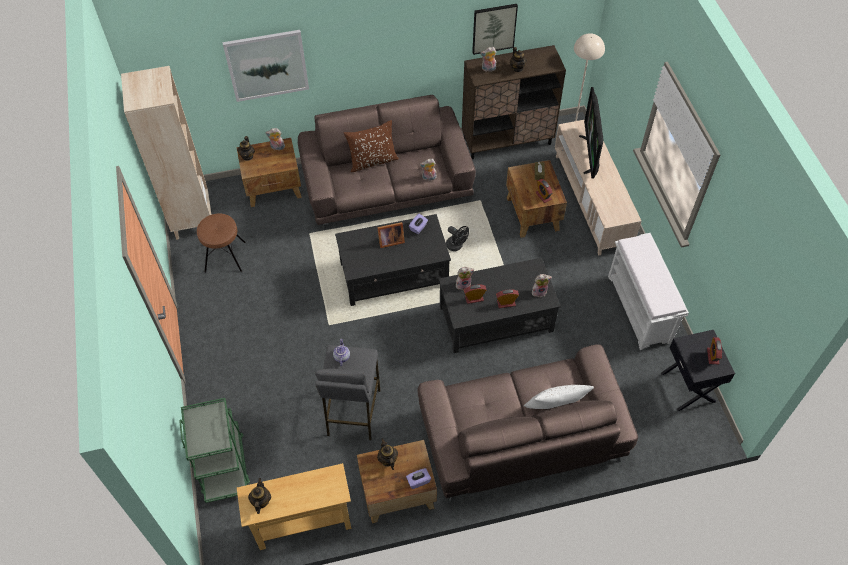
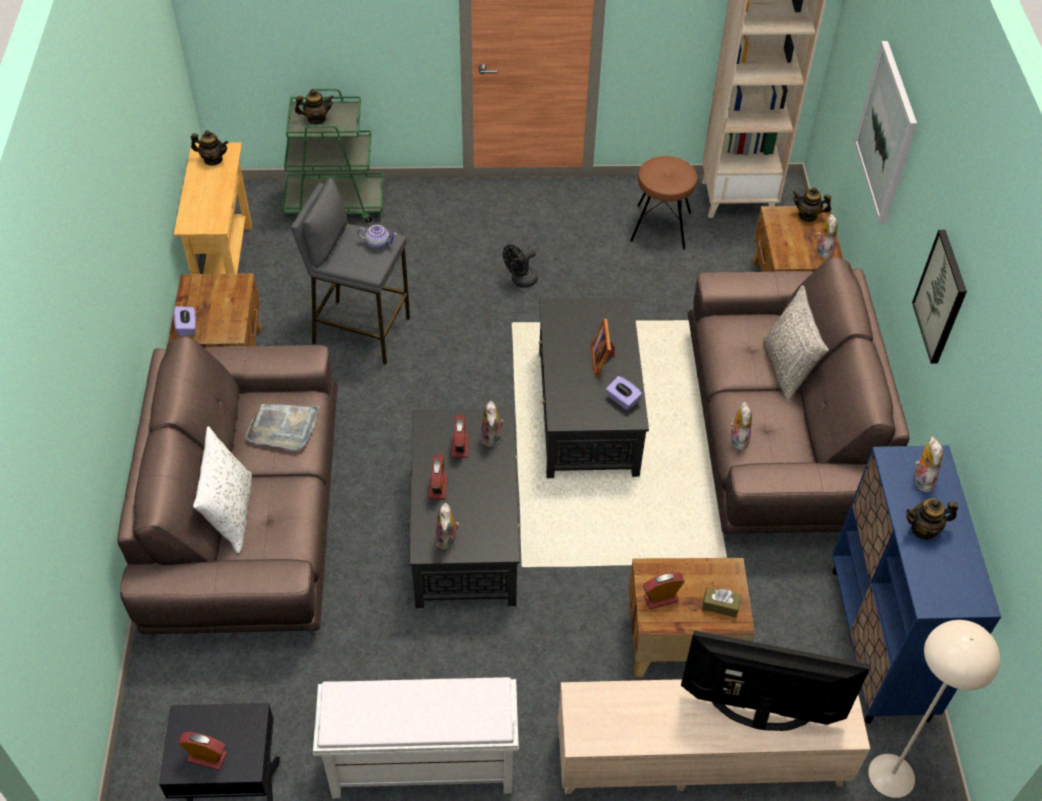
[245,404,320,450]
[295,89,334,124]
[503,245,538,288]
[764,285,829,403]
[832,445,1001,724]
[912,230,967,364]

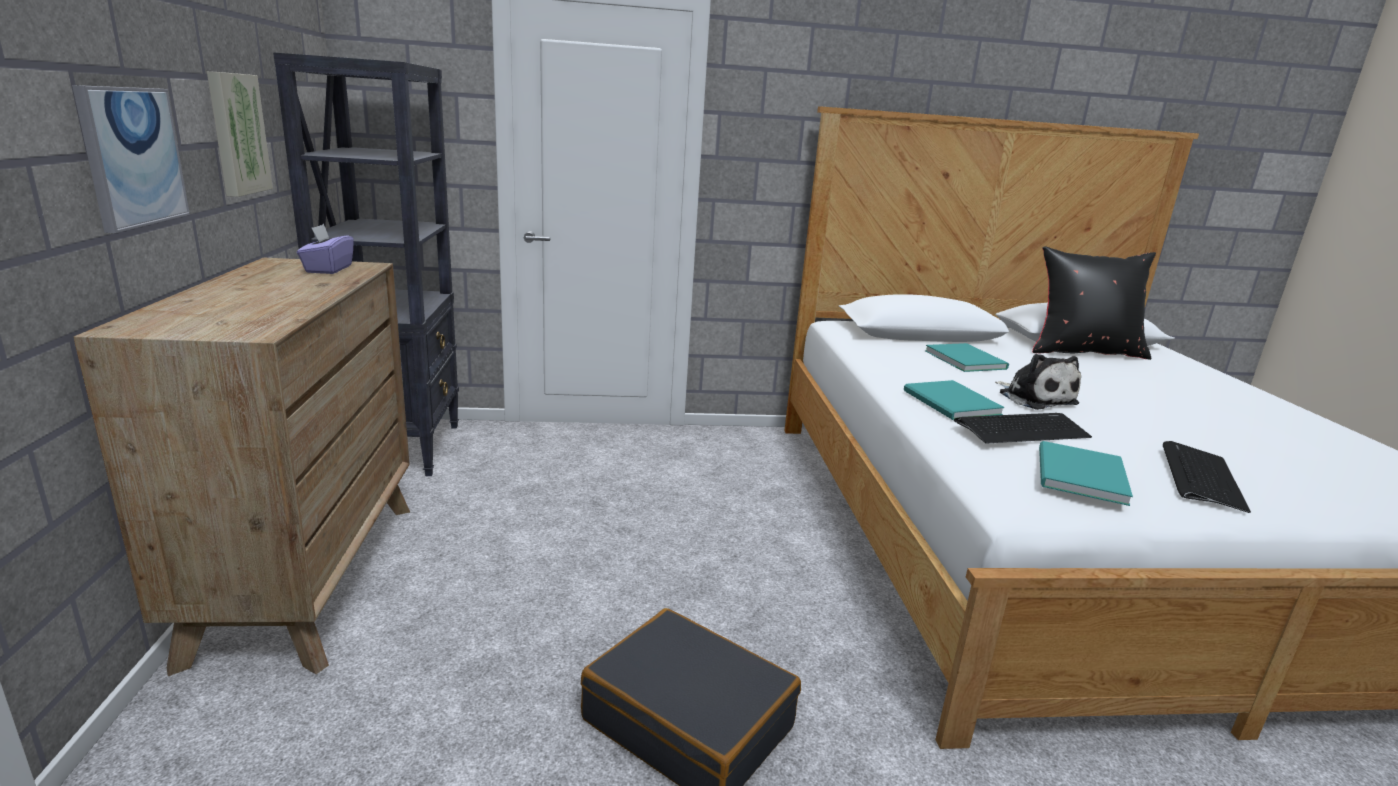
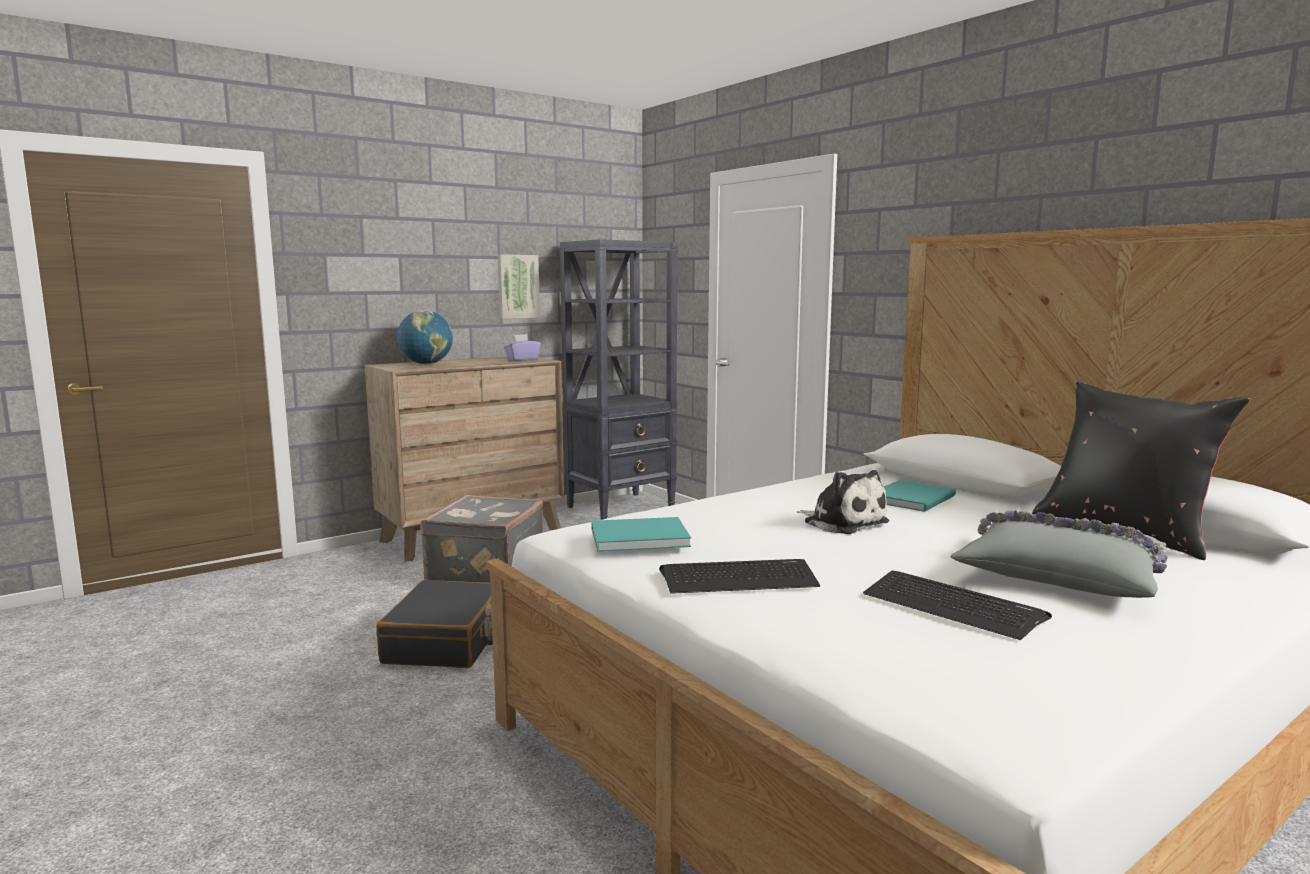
[397,310,453,364]
[420,495,543,583]
[797,470,889,534]
[863,571,1052,640]
[951,510,1168,598]
[72,85,190,233] (first image)
[904,380,1004,420] (first image)

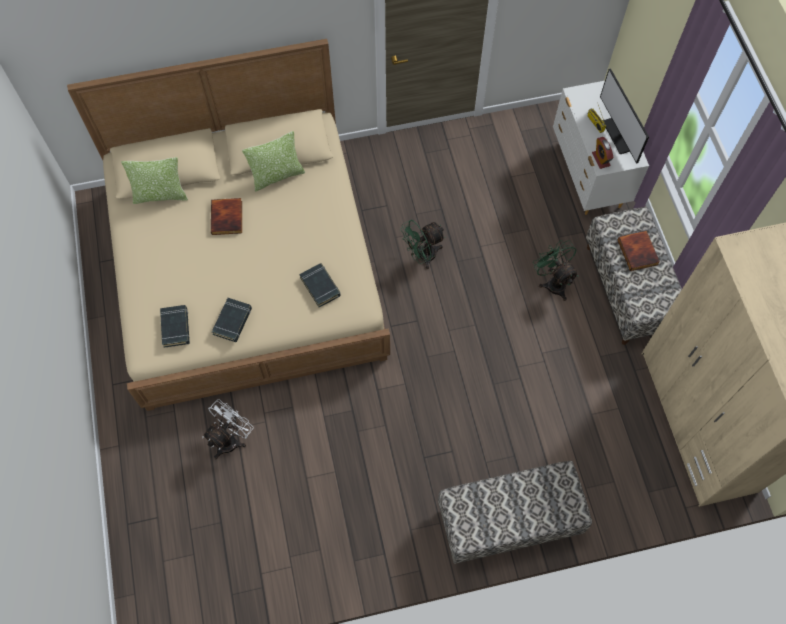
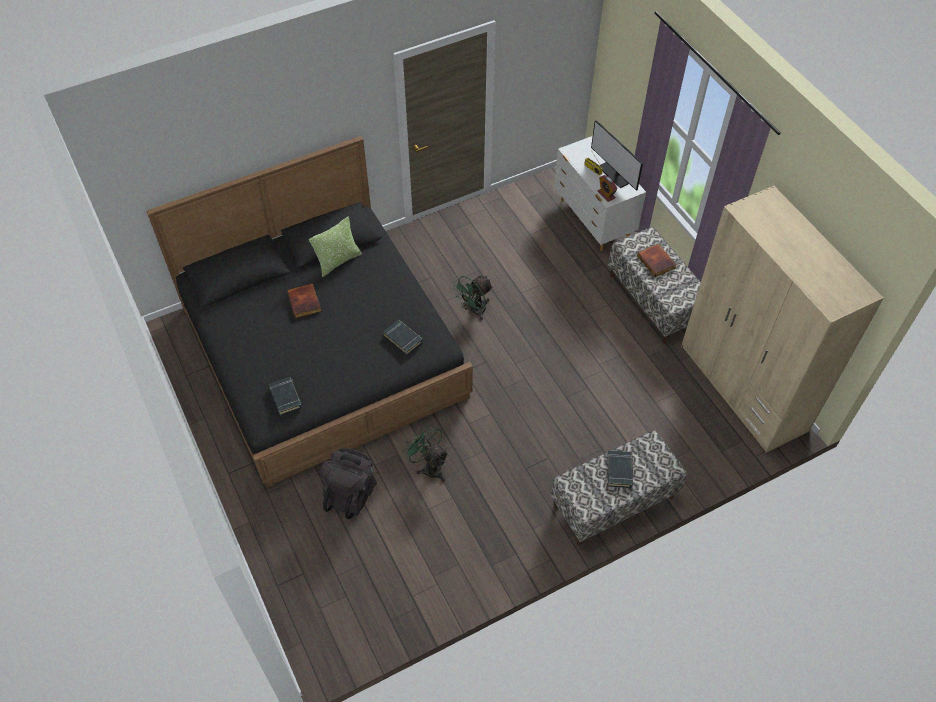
[146,136,473,488]
[320,448,377,519]
[403,423,449,482]
[608,450,633,488]
[121,157,188,204] (first image)

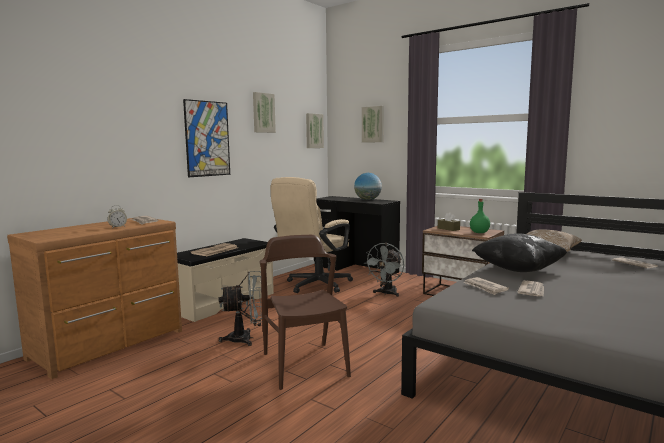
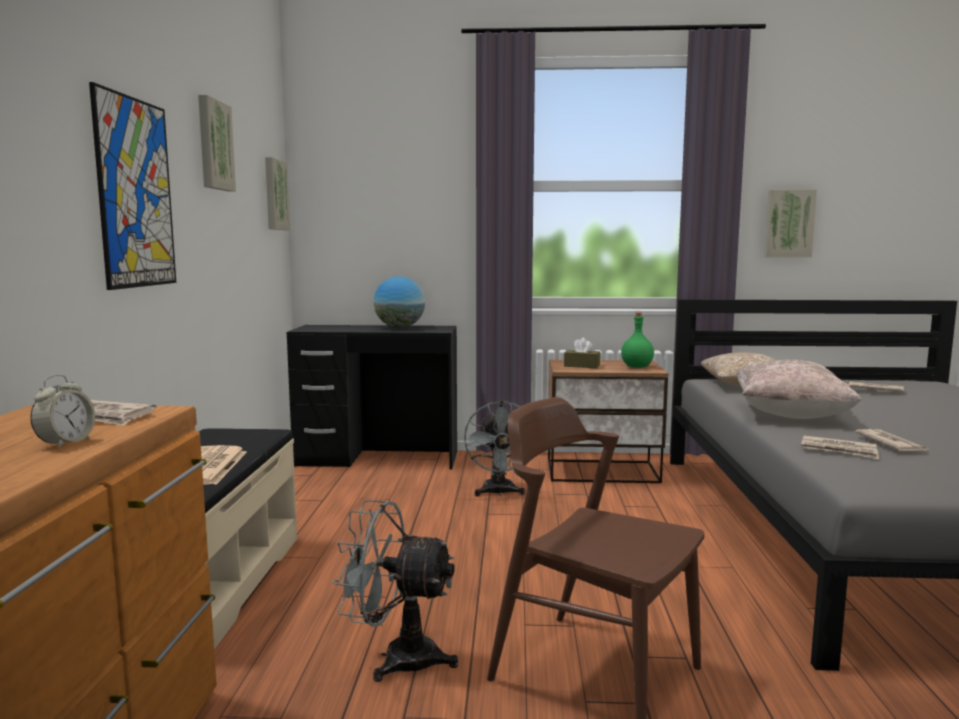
[333,500,458,682]
[736,359,862,419]
[764,189,817,257]
[270,177,353,293] (first image)

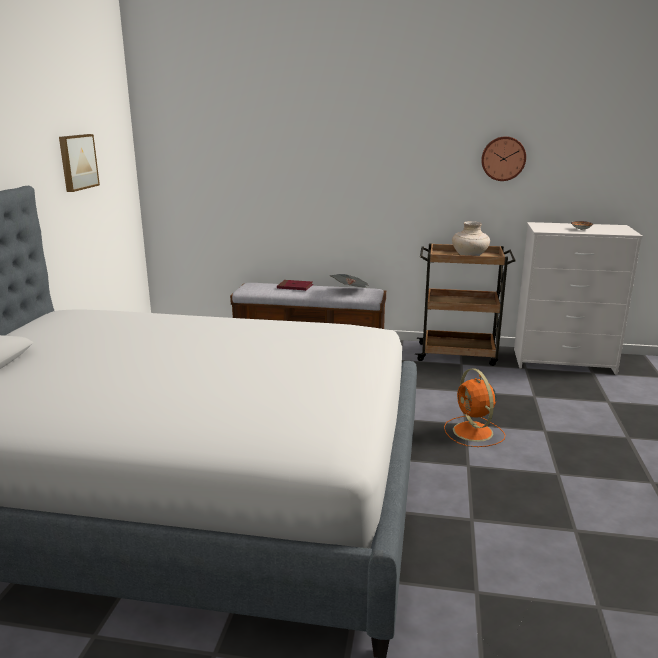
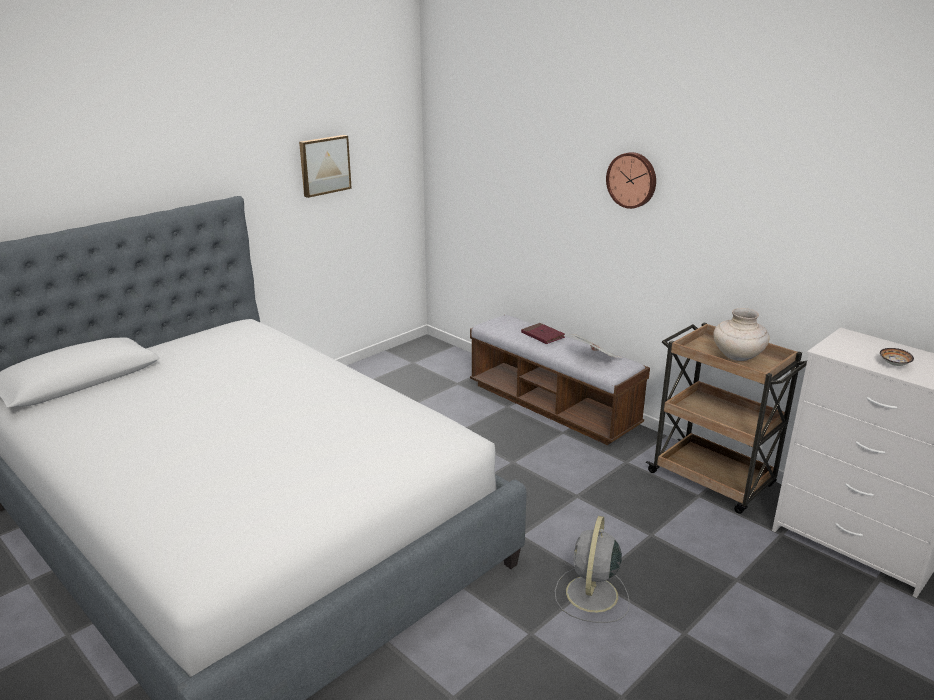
[555,516,630,623]
[606,152,656,209]

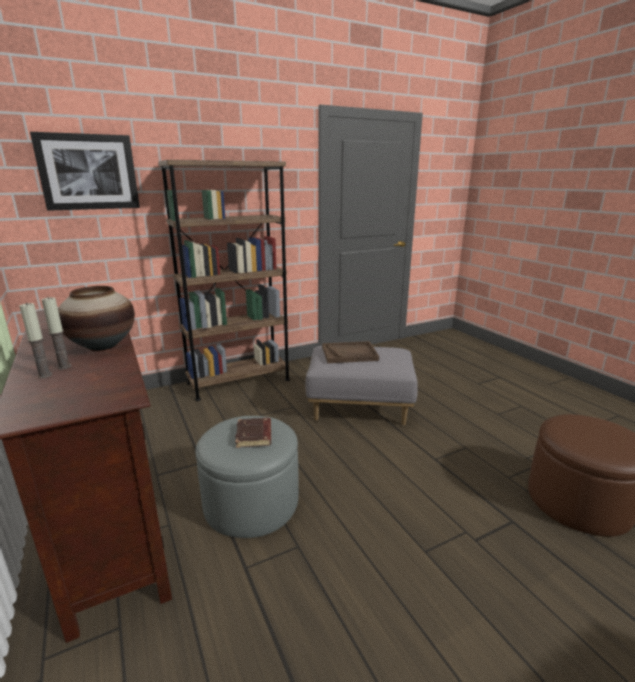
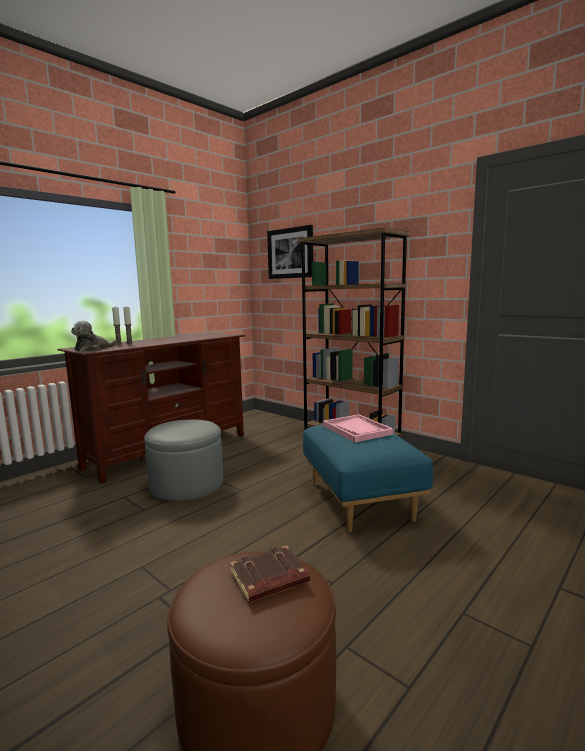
[71,320,117,352]
[230,545,310,603]
[303,425,433,532]
[323,414,394,442]
[58,286,135,351] (first image)

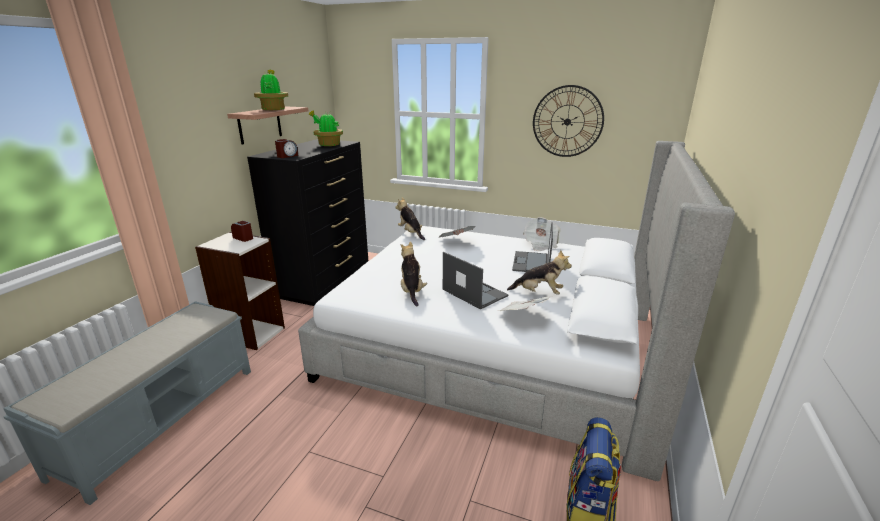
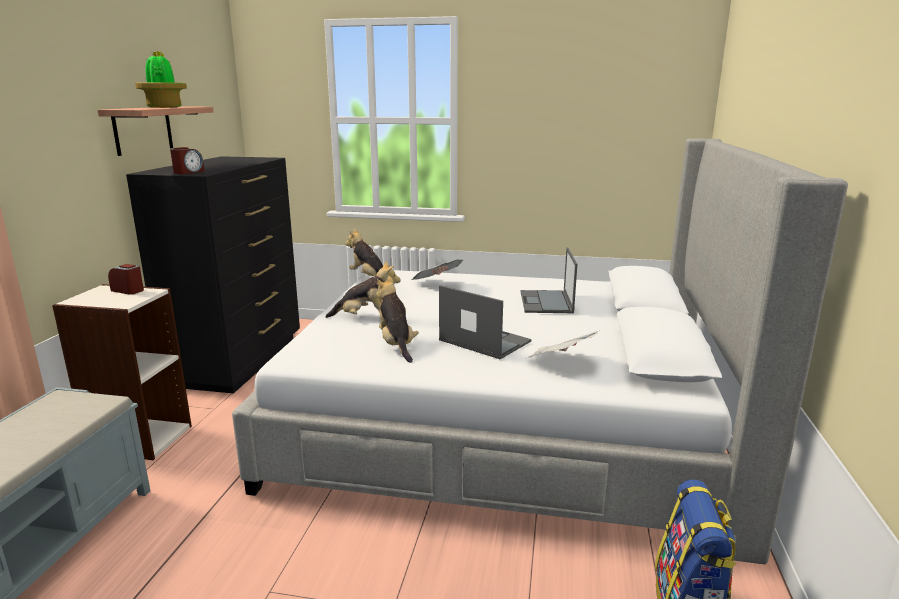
[326,260,401,318]
[308,110,343,146] (first image)
[523,217,561,251] (first image)
[533,85,604,157] (first image)

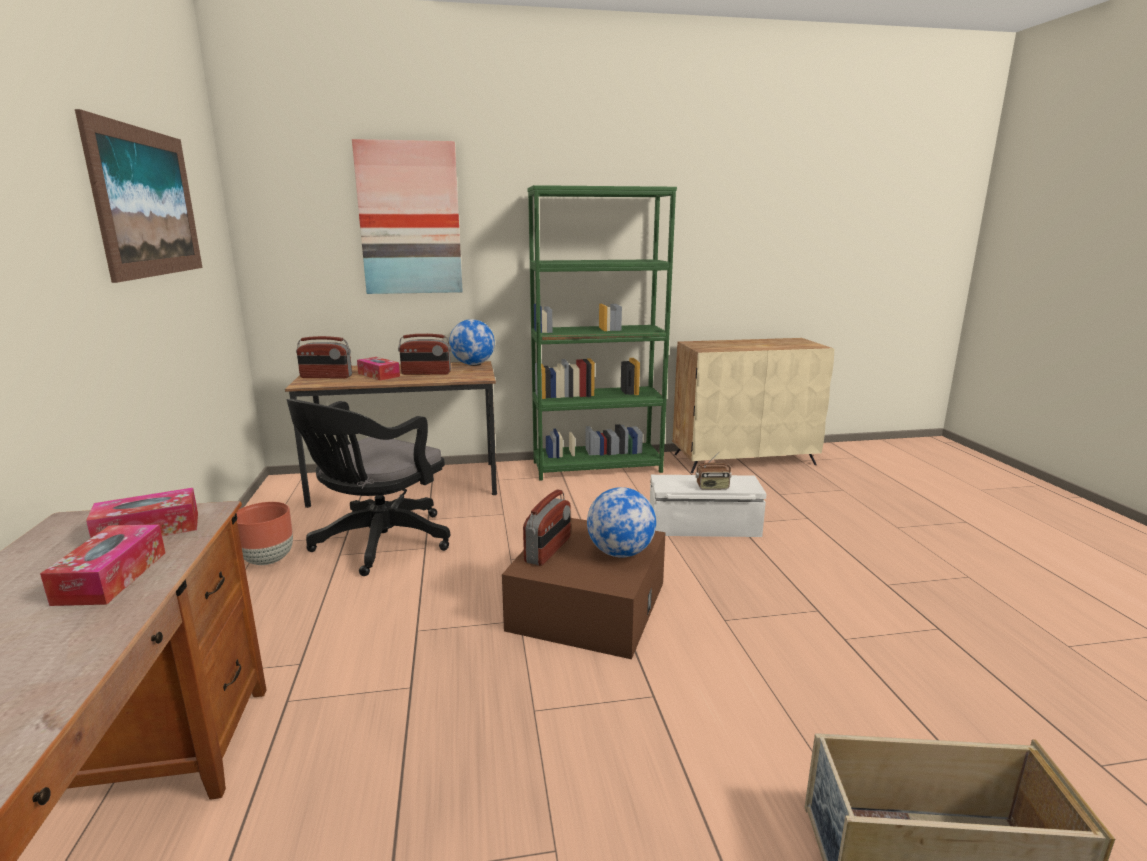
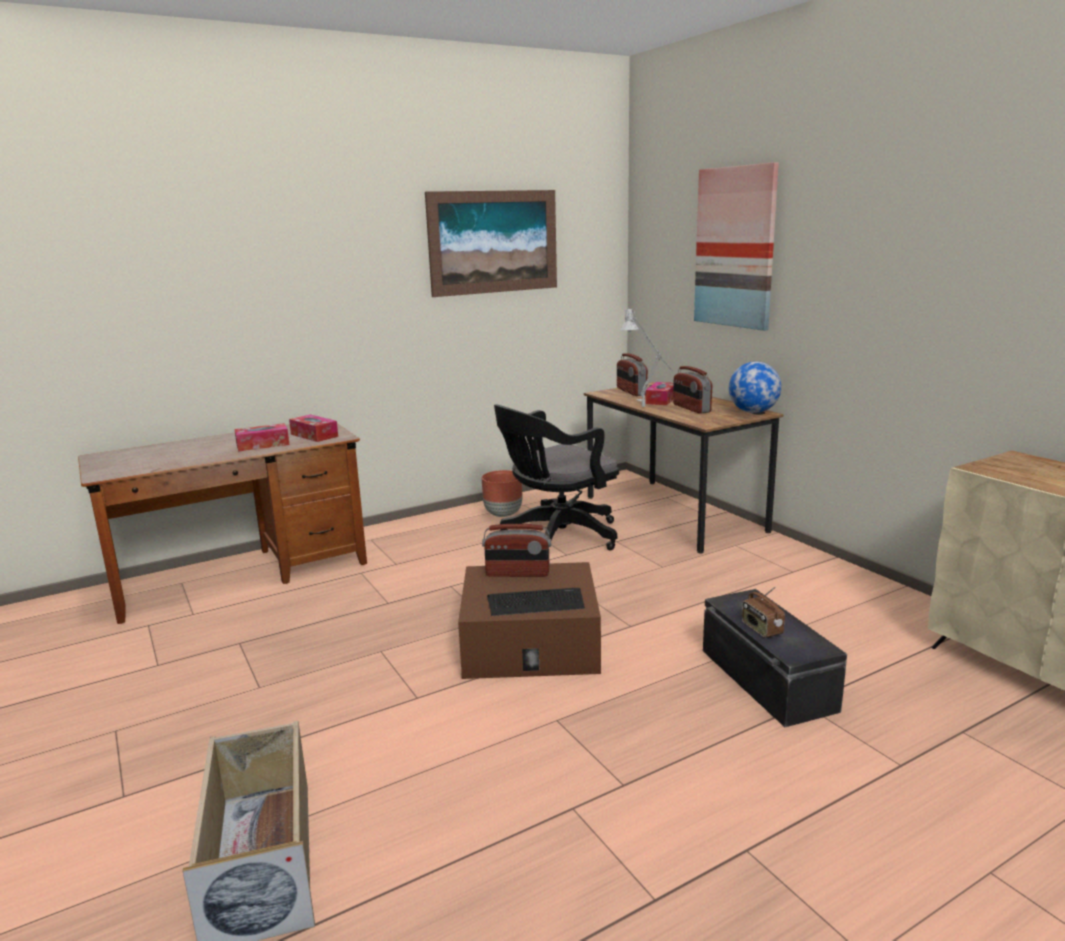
[487,588,585,616]
[494,405,619,551]
[620,307,673,407]
[703,589,847,727]
[527,185,677,481] (first image)

